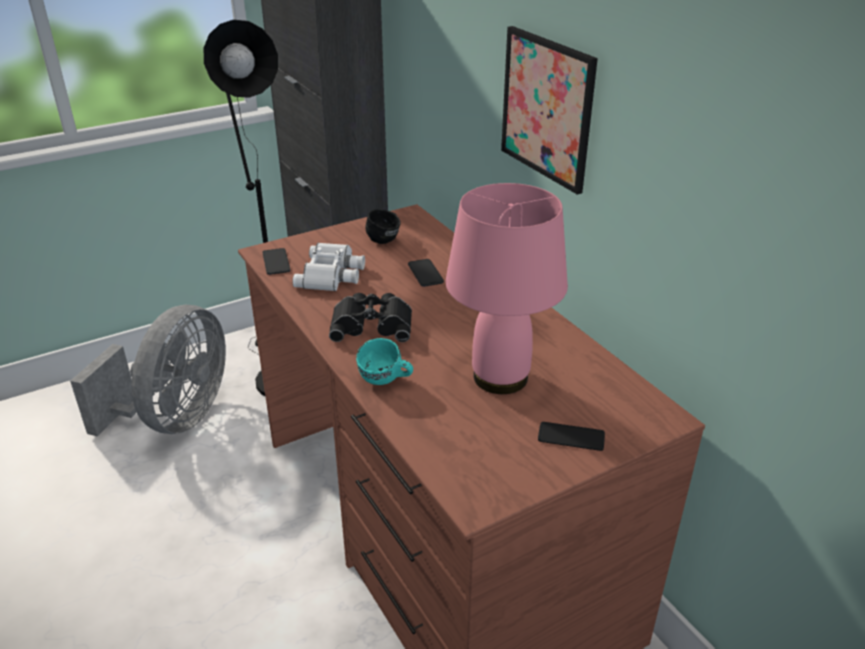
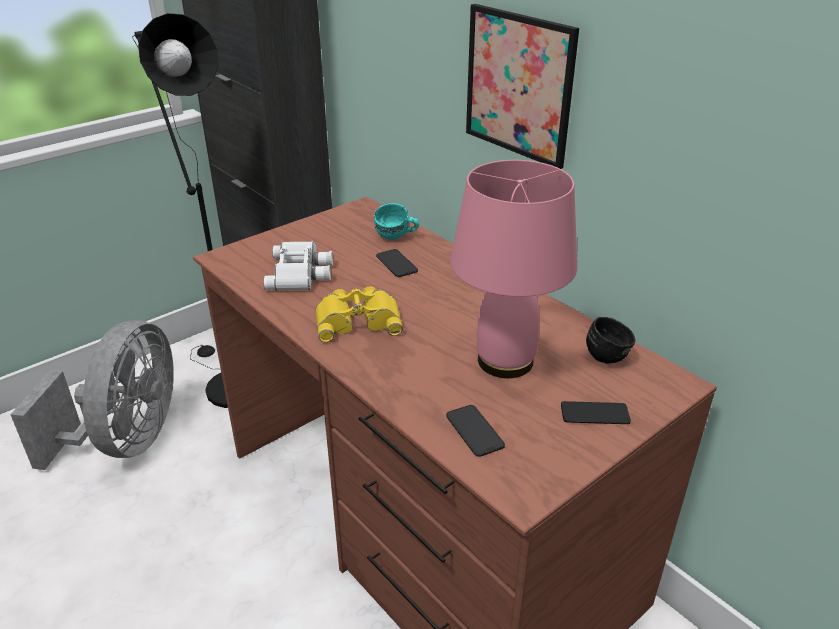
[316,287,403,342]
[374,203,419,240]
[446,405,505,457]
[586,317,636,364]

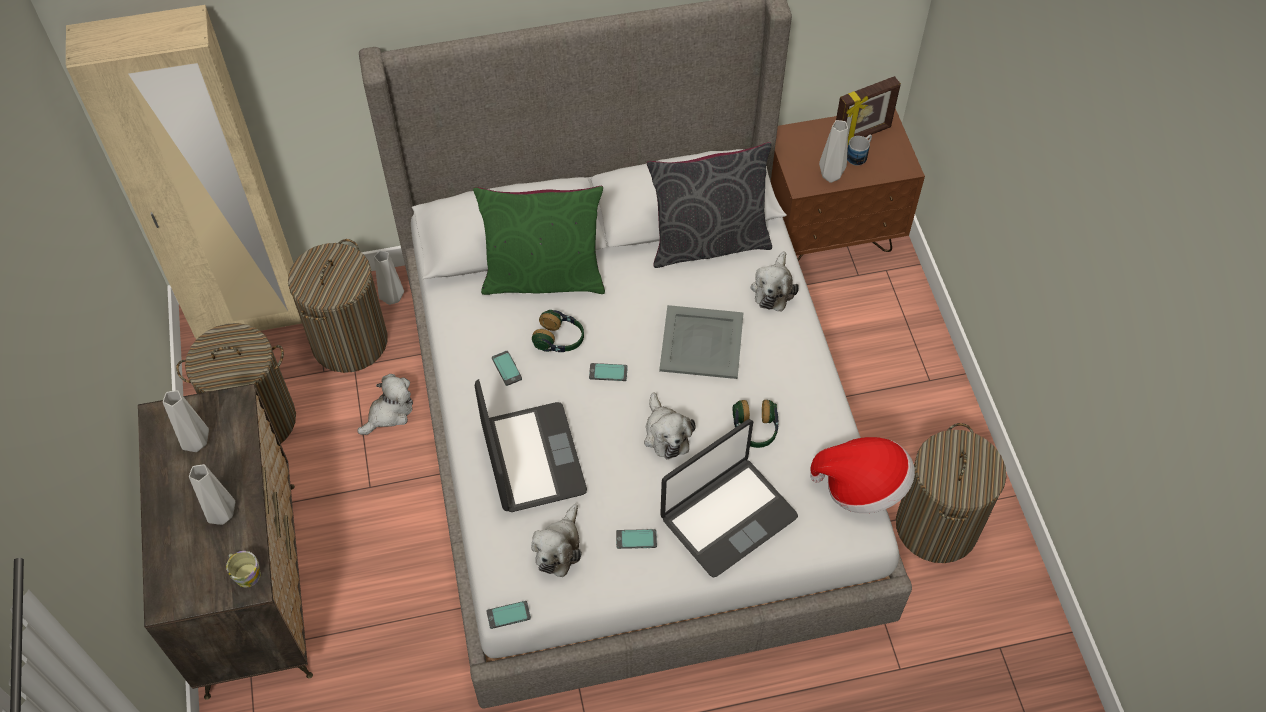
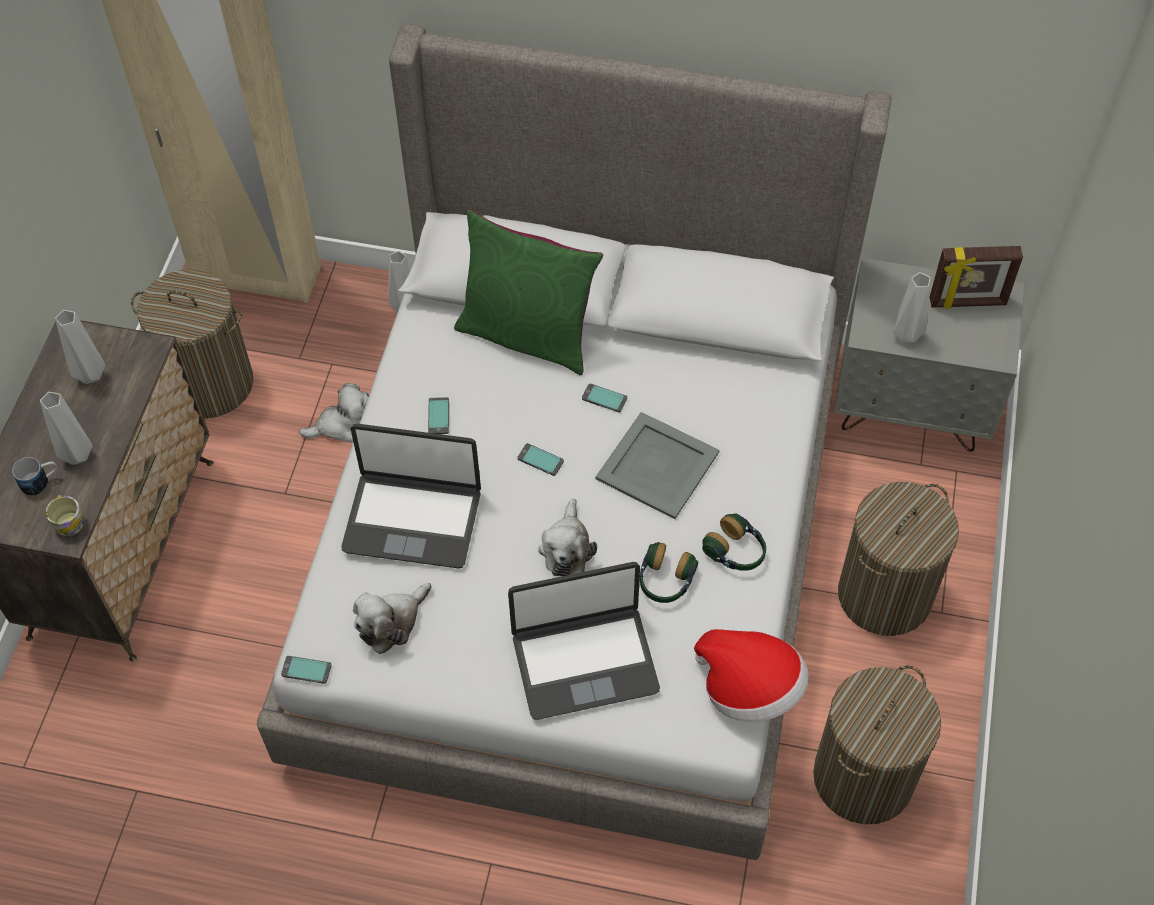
[12,457,57,496]
[341,424,481,568]
[582,383,627,413]
[702,513,766,571]
[834,258,1025,452]
[838,482,959,636]
[647,142,772,268] (first image)
[751,251,799,312] (first image)

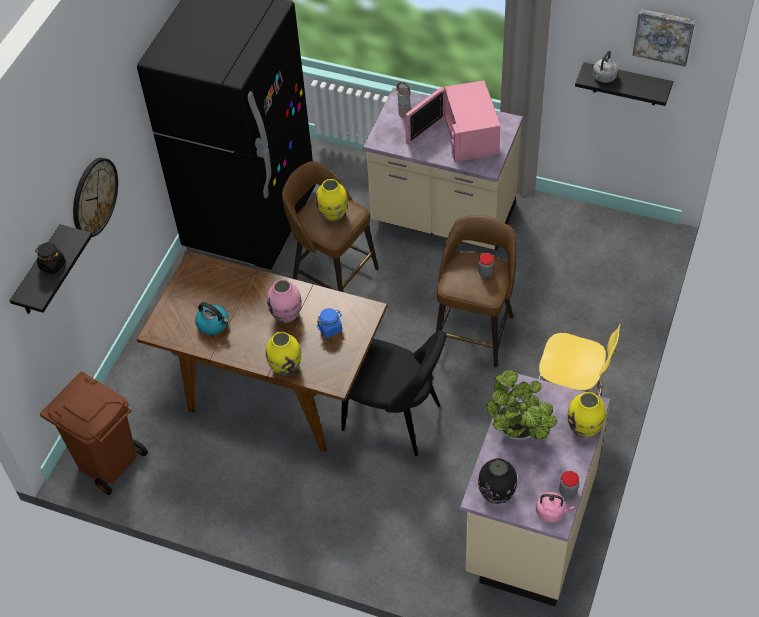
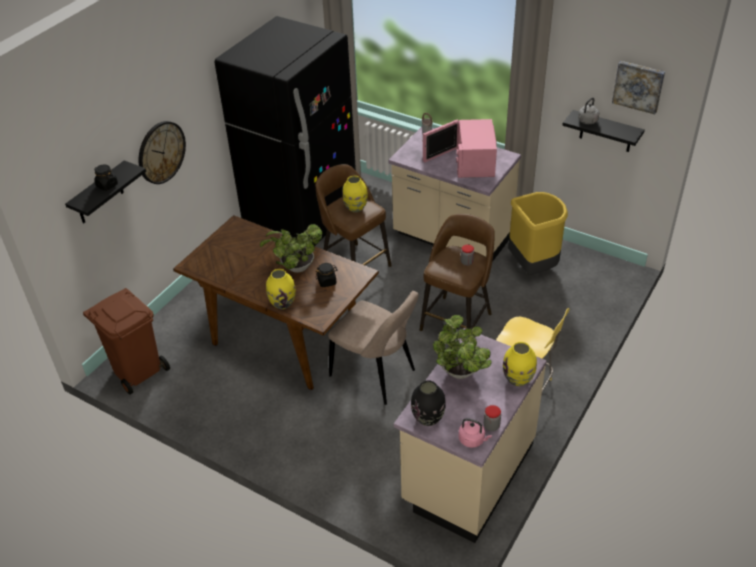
[260,224,323,273]
[316,263,337,287]
[328,291,419,405]
[509,192,568,275]
[195,302,229,335] (first image)

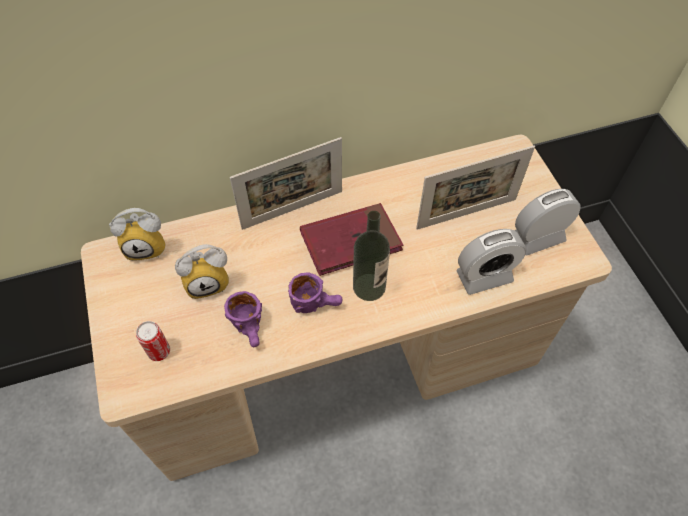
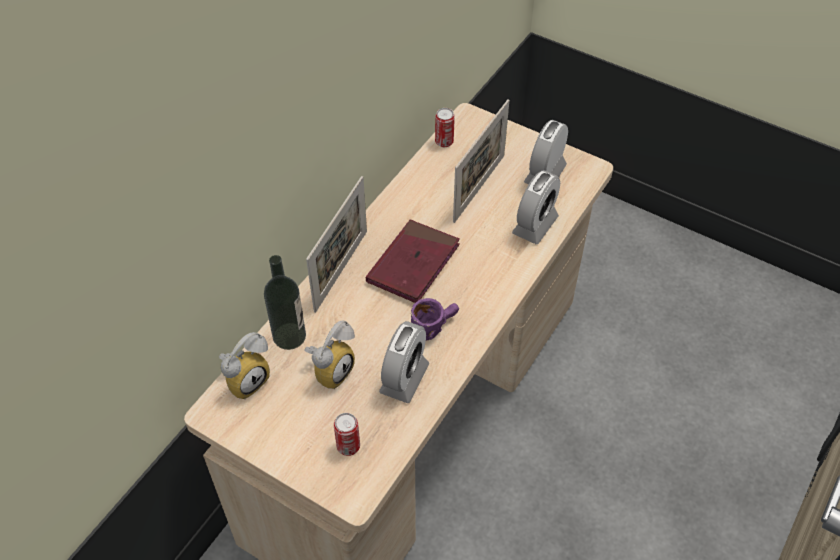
[264,255,306,350]
[379,321,429,403]
[435,108,455,147]

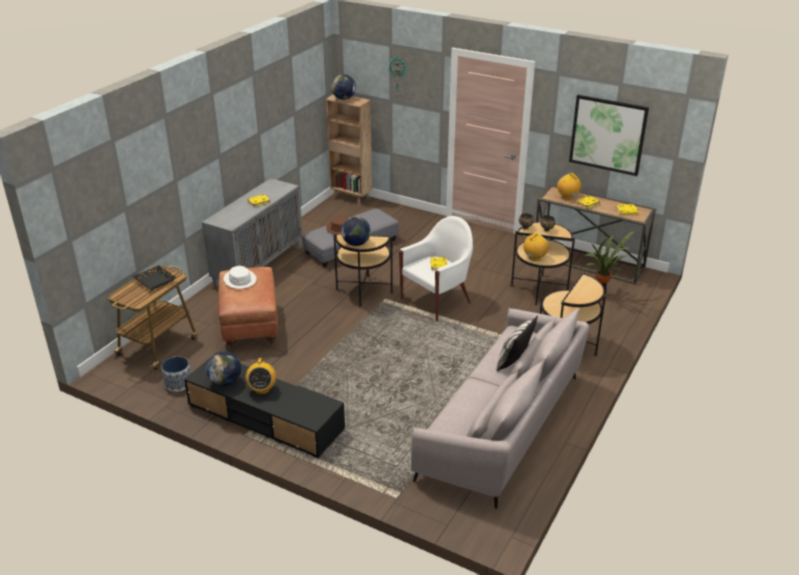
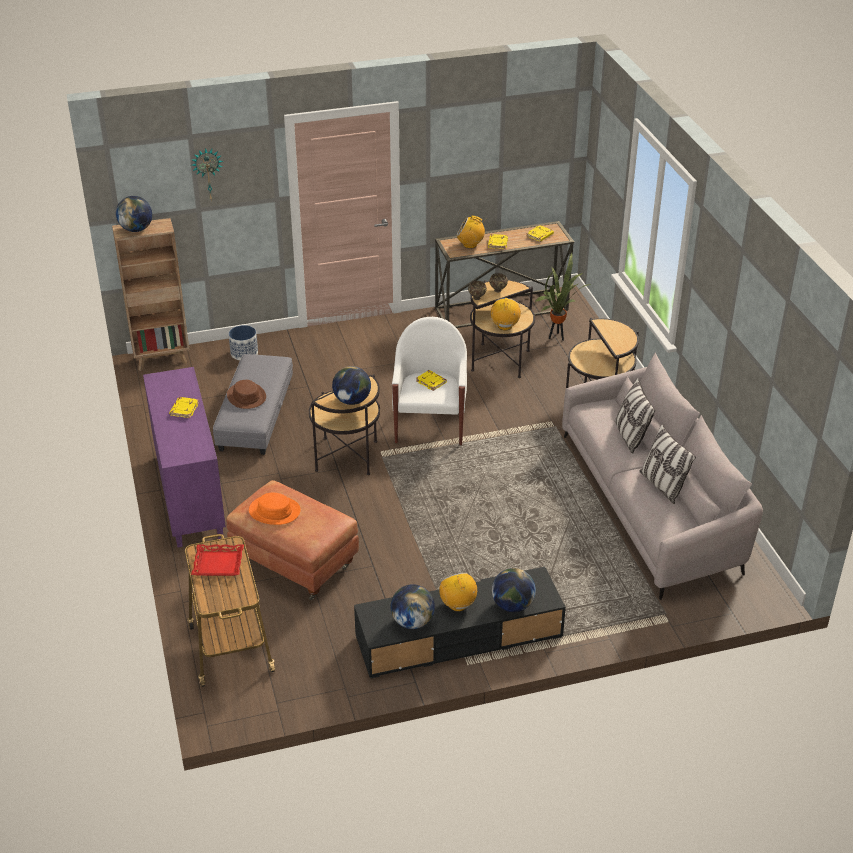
[143,367,226,548]
[191,544,244,576]
[229,325,258,360]
[249,493,301,525]
[439,573,477,612]
[492,568,536,612]
[639,424,696,504]
[569,95,649,176] (first image)

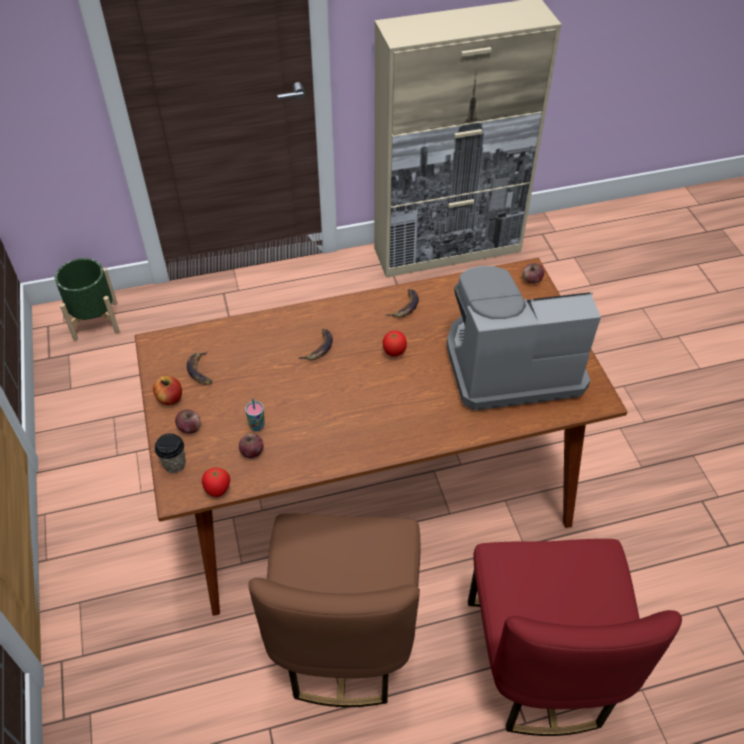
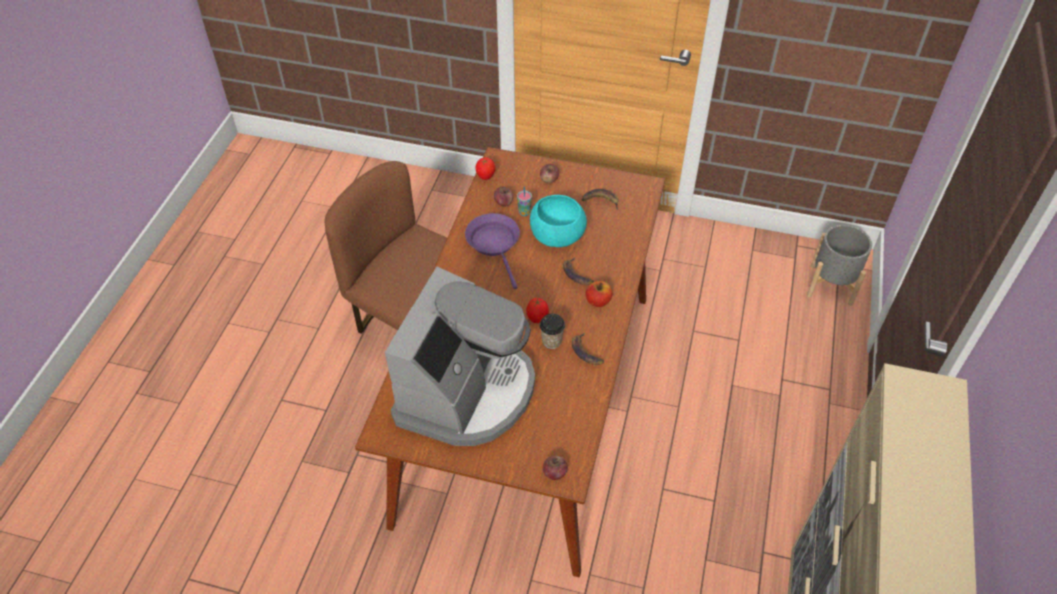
[465,213,520,289]
[530,195,587,247]
[540,313,565,349]
[586,281,612,307]
[807,224,872,306]
[468,539,682,736] (first image)

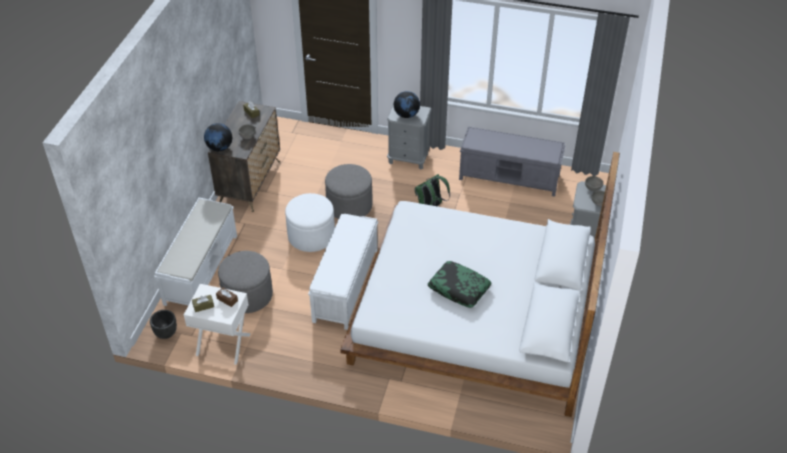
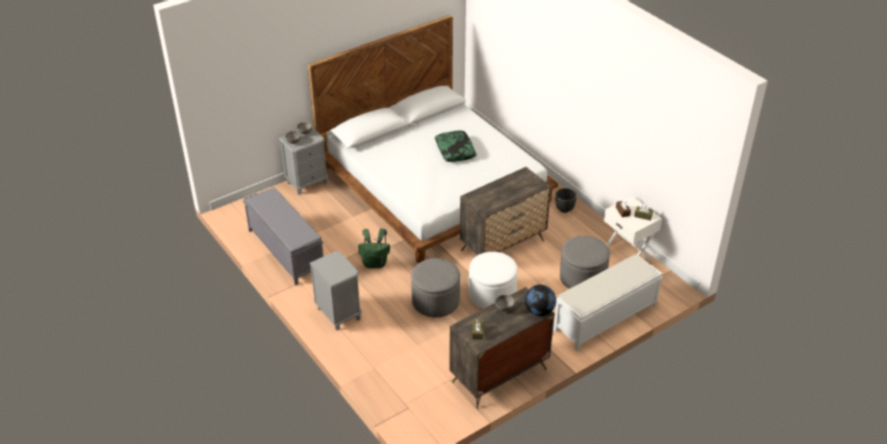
[460,167,551,255]
[555,188,577,213]
[394,91,420,118] (first image)

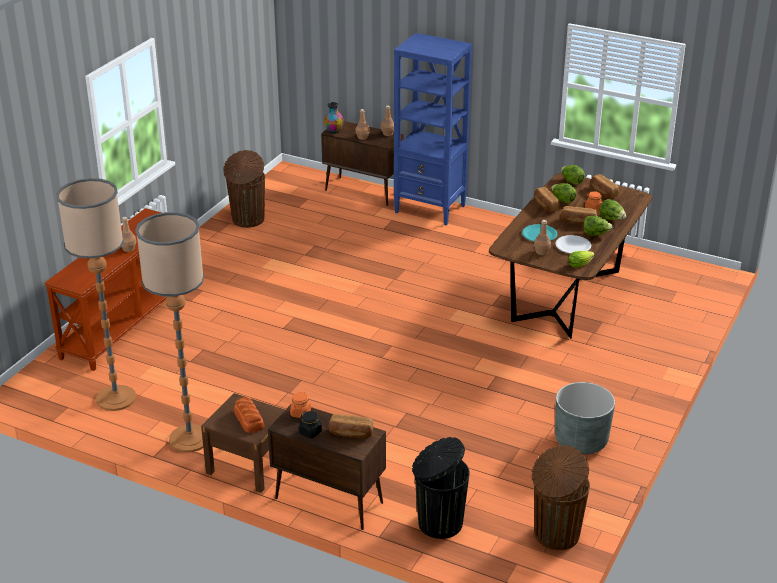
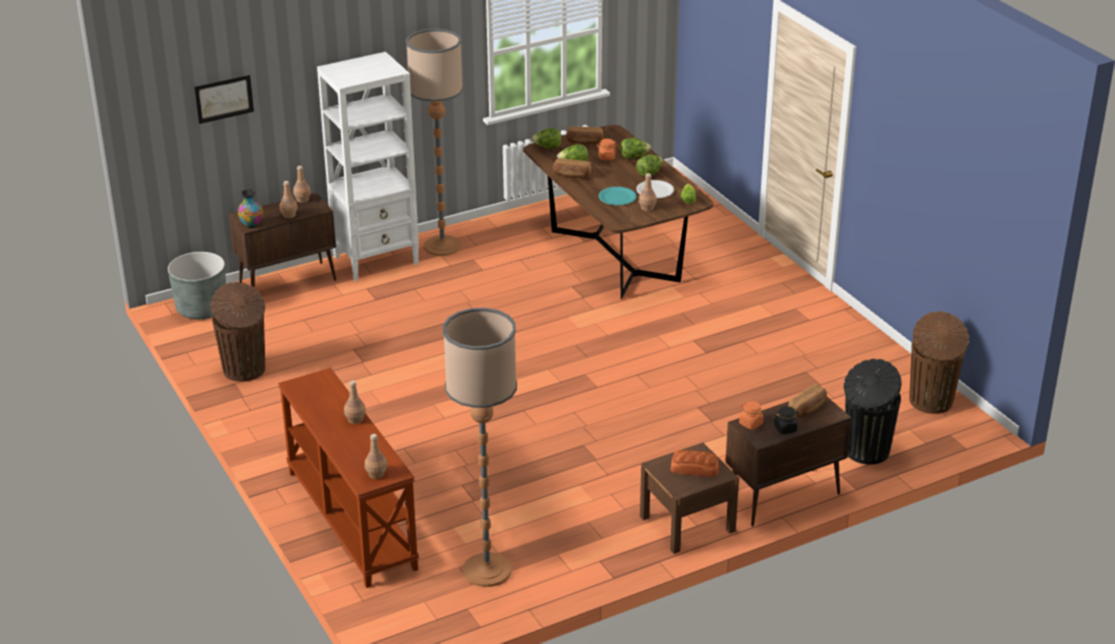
[168,252,226,320]
[194,75,254,124]
[317,52,419,282]
[365,434,387,479]
[406,29,463,256]
[561,206,597,225] (first image)

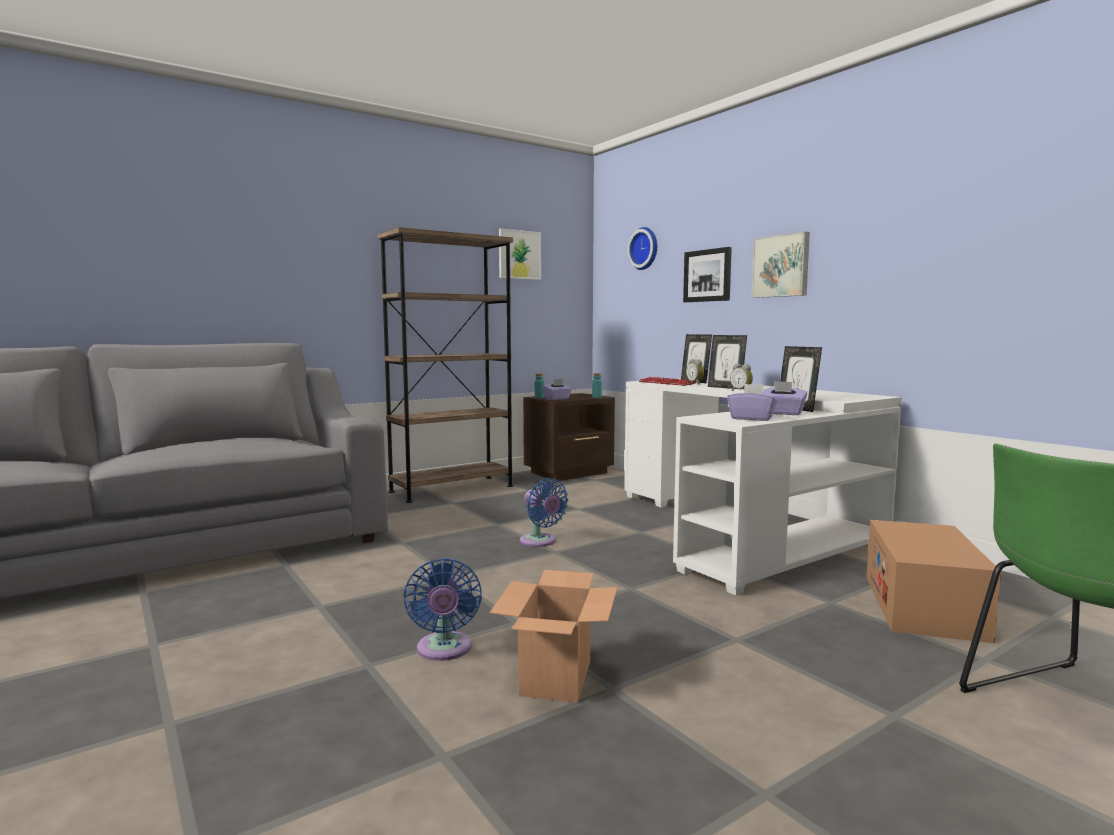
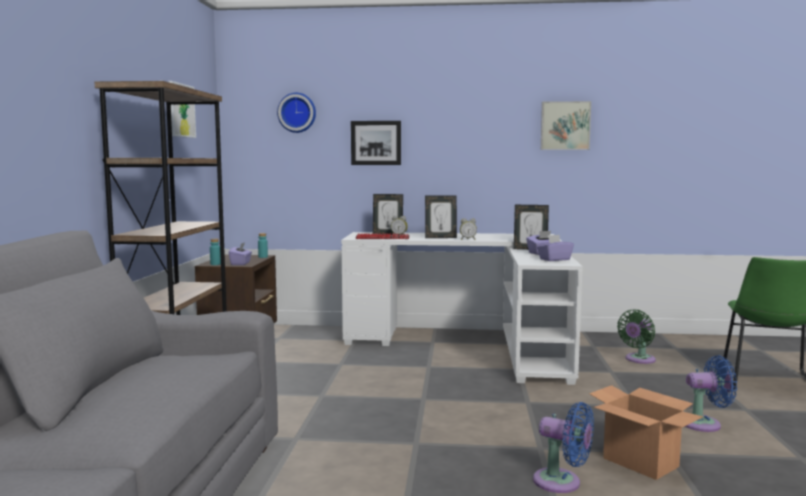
[541,101,591,150]
[617,310,656,364]
[685,355,737,432]

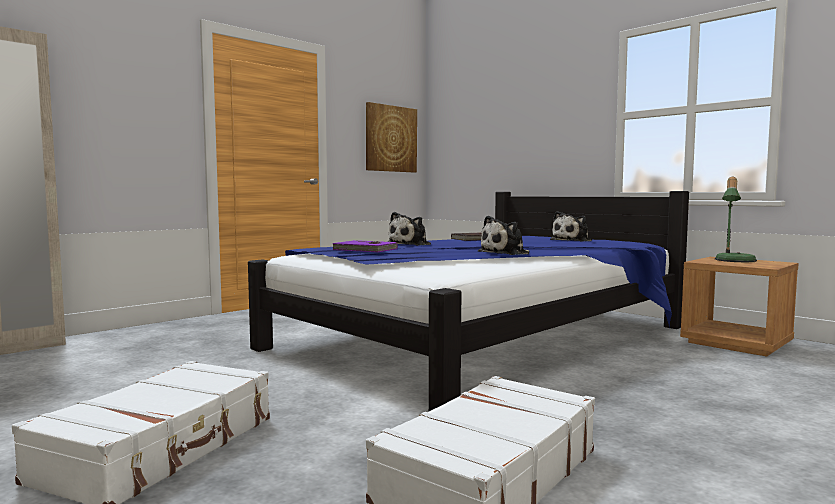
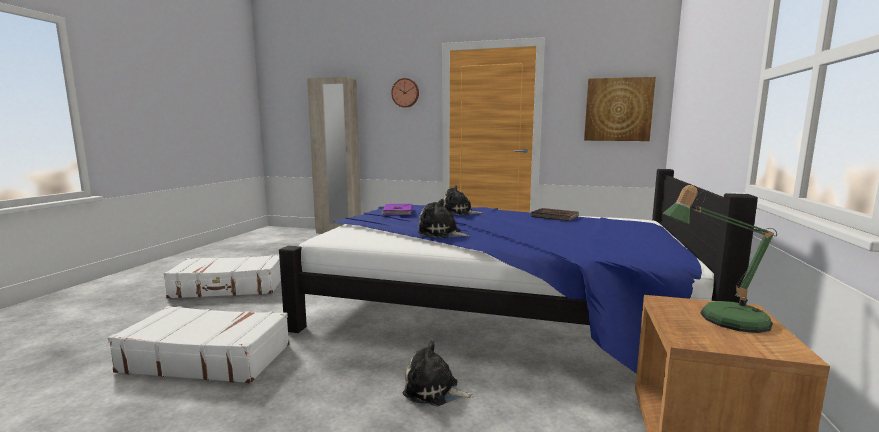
[391,78,419,108]
[403,340,474,406]

